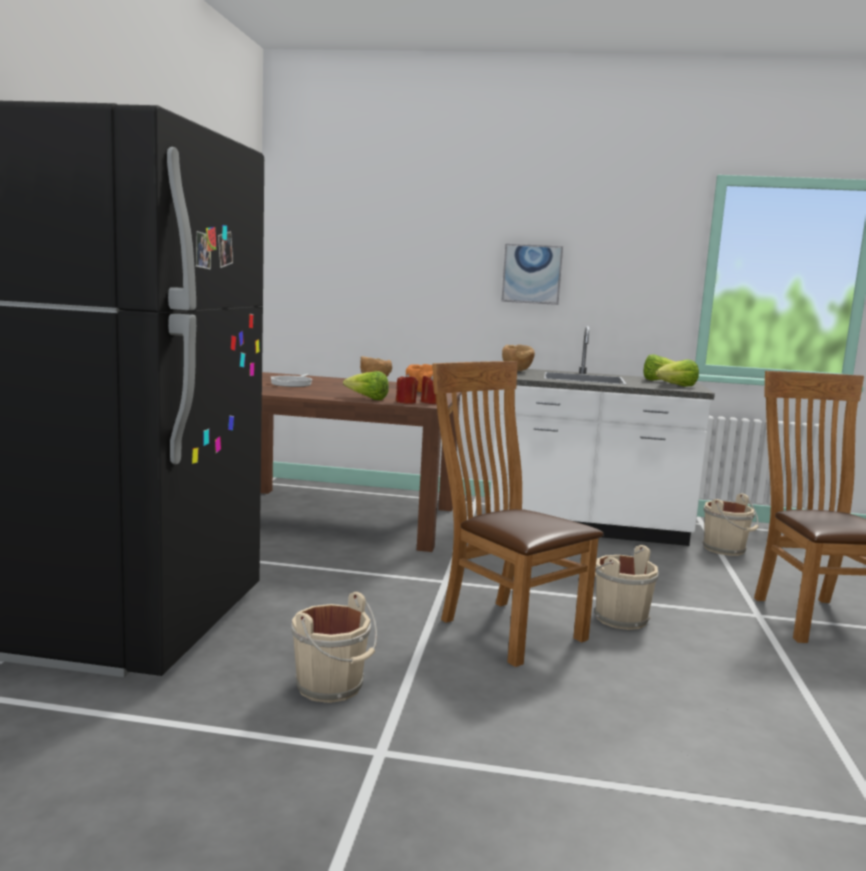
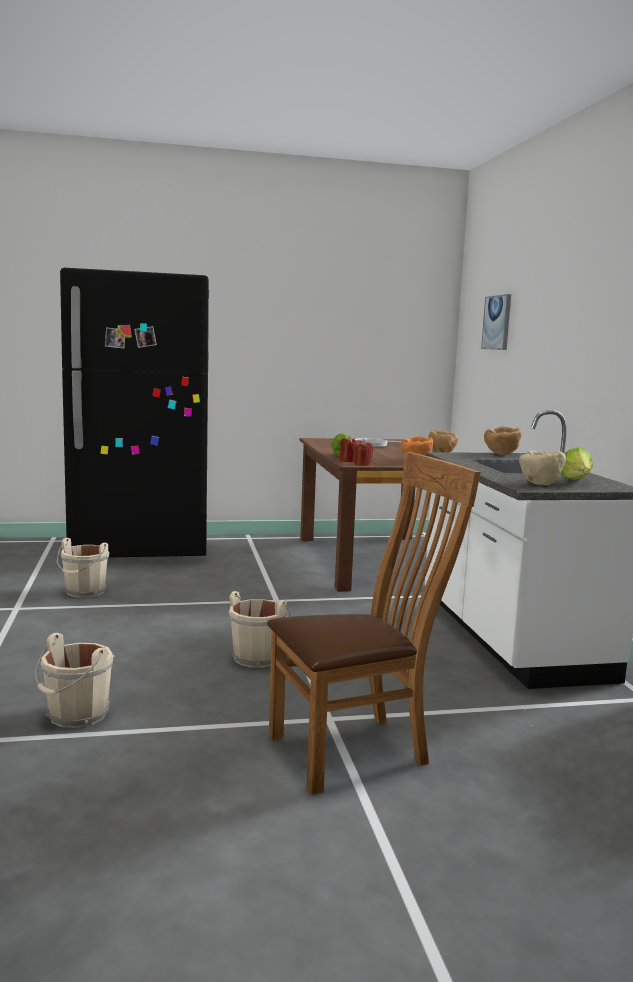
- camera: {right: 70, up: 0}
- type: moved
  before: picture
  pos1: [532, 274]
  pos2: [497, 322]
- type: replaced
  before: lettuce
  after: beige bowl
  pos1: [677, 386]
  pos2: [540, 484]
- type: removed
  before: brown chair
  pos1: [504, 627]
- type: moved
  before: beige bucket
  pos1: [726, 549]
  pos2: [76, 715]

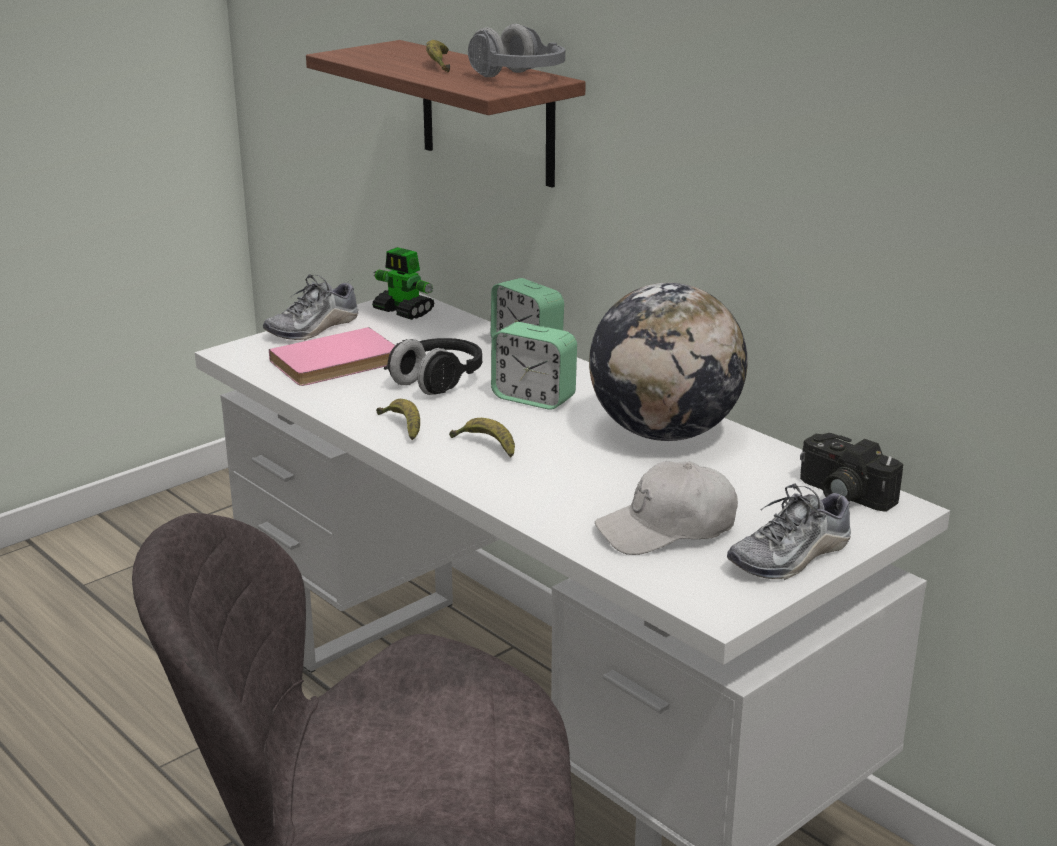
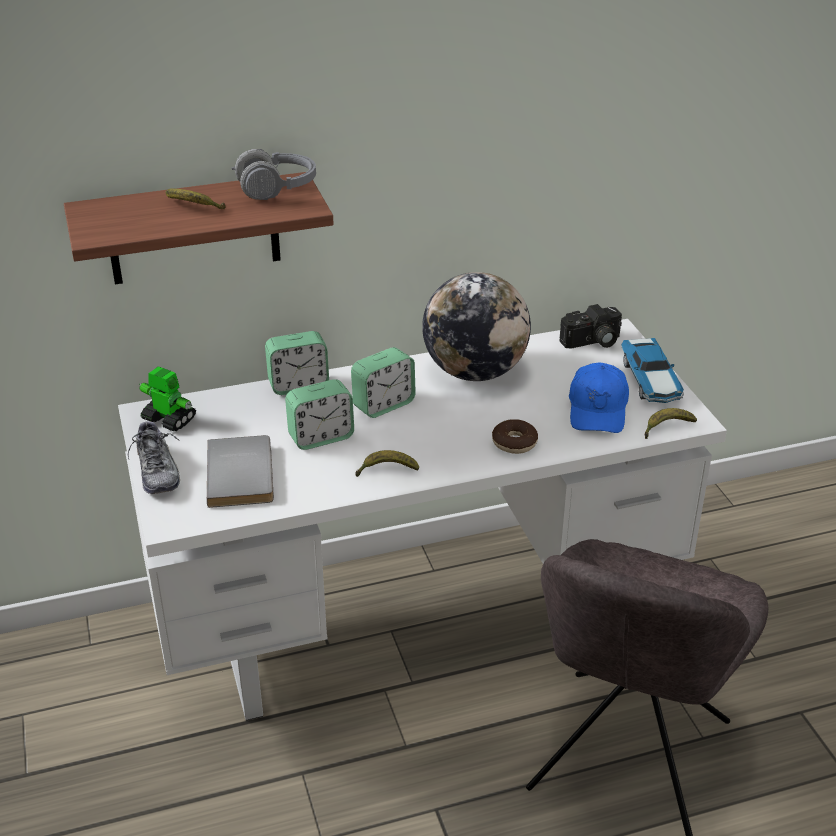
- camera: {right: -65, up: 10}
- type: turned
  before: toy robot
  pos1: [404, 312]
  pos2: [168, 419]
  turn: -120
- type: recoloured
  before: pink book
  after: grey book
  pos1: [337, 363]
  pos2: [243, 474]
- type: replaced
  before: black headphones
  after: alarm clock
  pos1: [437, 382]
  pos2: [321, 437]
- type: moved
  before: banana
  pos1: [486, 446]
  pos2: [666, 428]
- type: recoloured
  before: white cap
  after: blue cap
  pos1: [667, 529]
  pos2: [598, 409]
- type: replaced
  before: shoe
  after: toy car
  pos1: [791, 556]
  pos2: [651, 381]
- type: added
  after: donut
  pos2: [514, 443]

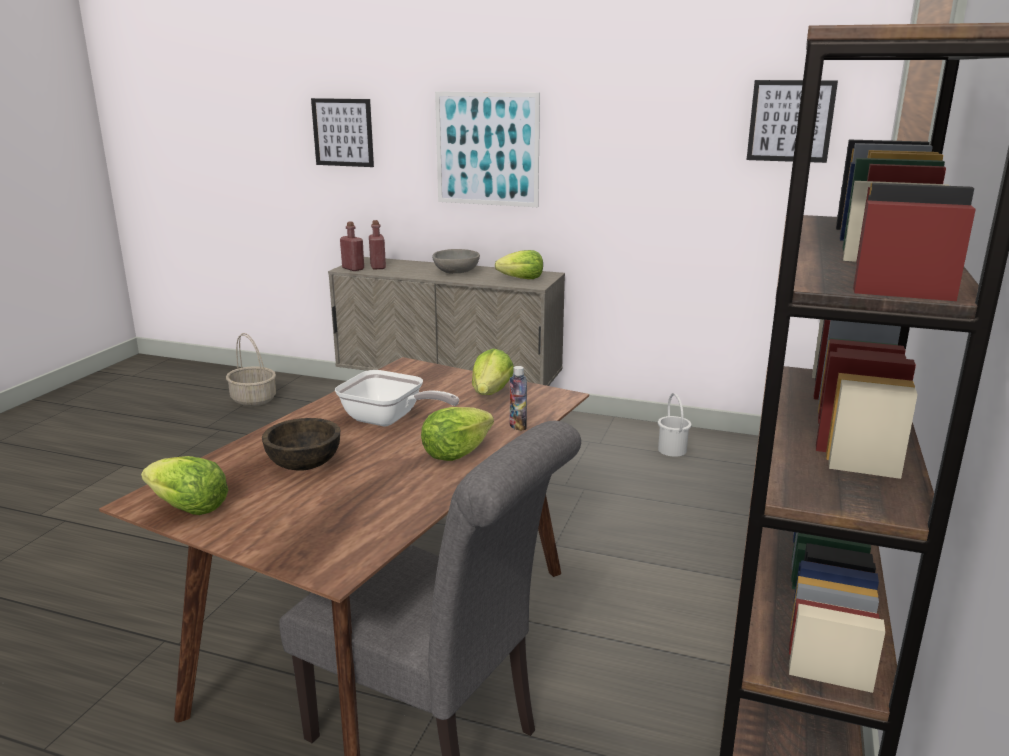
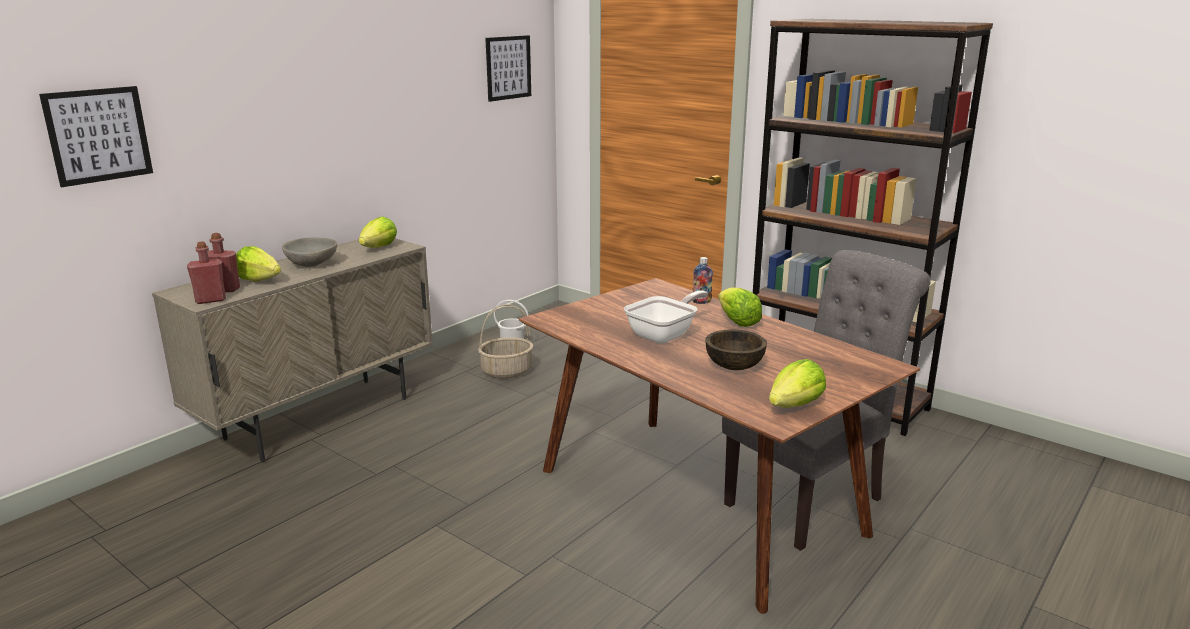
- camera: {right: -70, up: 0}
- type: removed
  before: picture
  pos1: [487, 149]
- type: moved
  before: basket
  pos1: [254, 399]
  pos2: [507, 371]
- type: moved
  before: lettuce
  pos1: [491, 393]
  pos2: [259, 280]

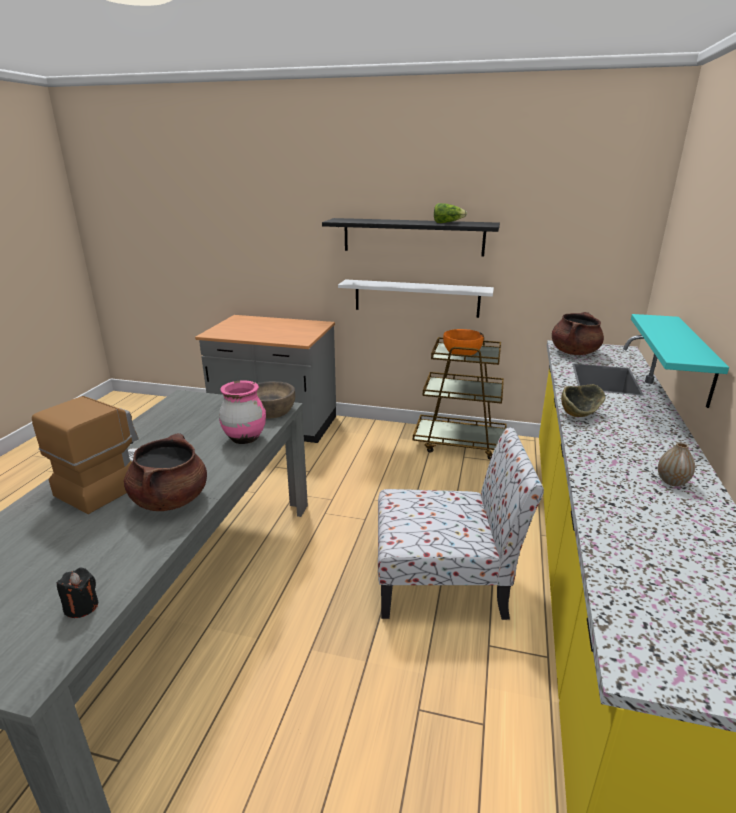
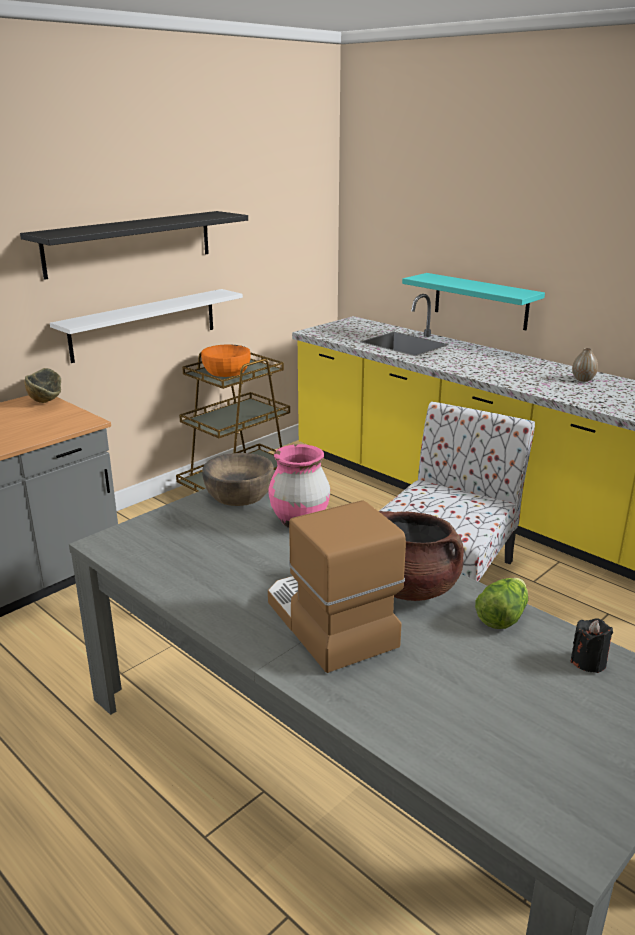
- camera: {right: -60, up: 0}
- type: moved
  before: lettuce
  pos1: [447, 223]
  pos2: [501, 616]
- type: removed
  before: brown cooking pot
  pos1: [574, 352]
- type: moved
  before: bowl
  pos1: [579, 415]
  pos2: [46, 400]

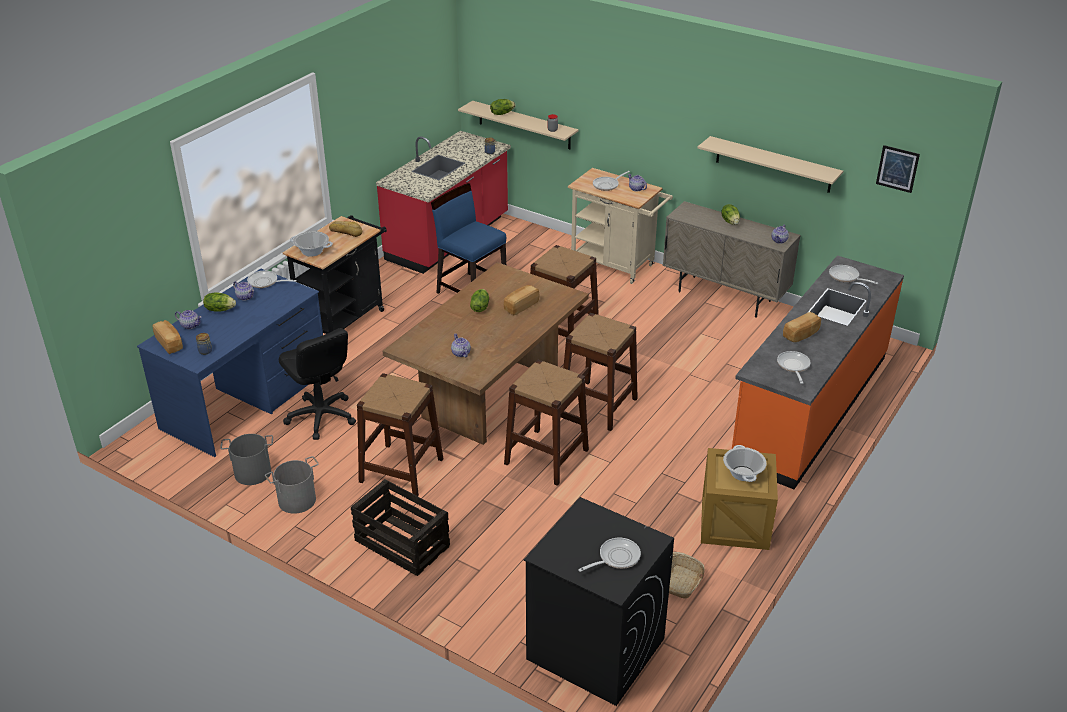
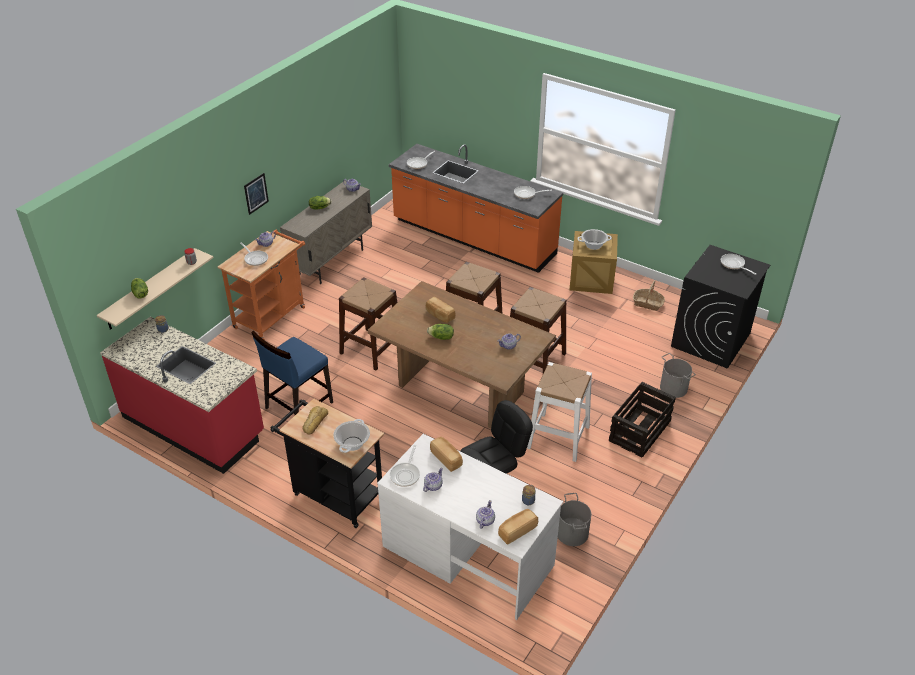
- camera: {right: -90, up: 5}
- type: removed
  before: beige shelf
  pos1: [773, 164]
- type: moved
  before: picture
  pos1: [897, 168]
  pos2: [256, 193]
- type: recoloured
  before: beige cart
  after: orange cart
  pos1: [617, 266]
  pos2: [272, 315]
- type: recoloured
  before: blue desk
  after: white desk
  pos1: [246, 399]
  pos2: [468, 555]
- type: removed
  before: lettuce
  pos1: [220, 309]
- type: moved
  before: bread
  pos1: [801, 334]
  pos2: [446, 459]
- type: recoloured
  before: brown stool
  after: white stool
  pos1: [401, 470]
  pos2: [558, 437]
- type: moved
  before: grey bucket
  pos1: [296, 500]
  pos2: [673, 388]

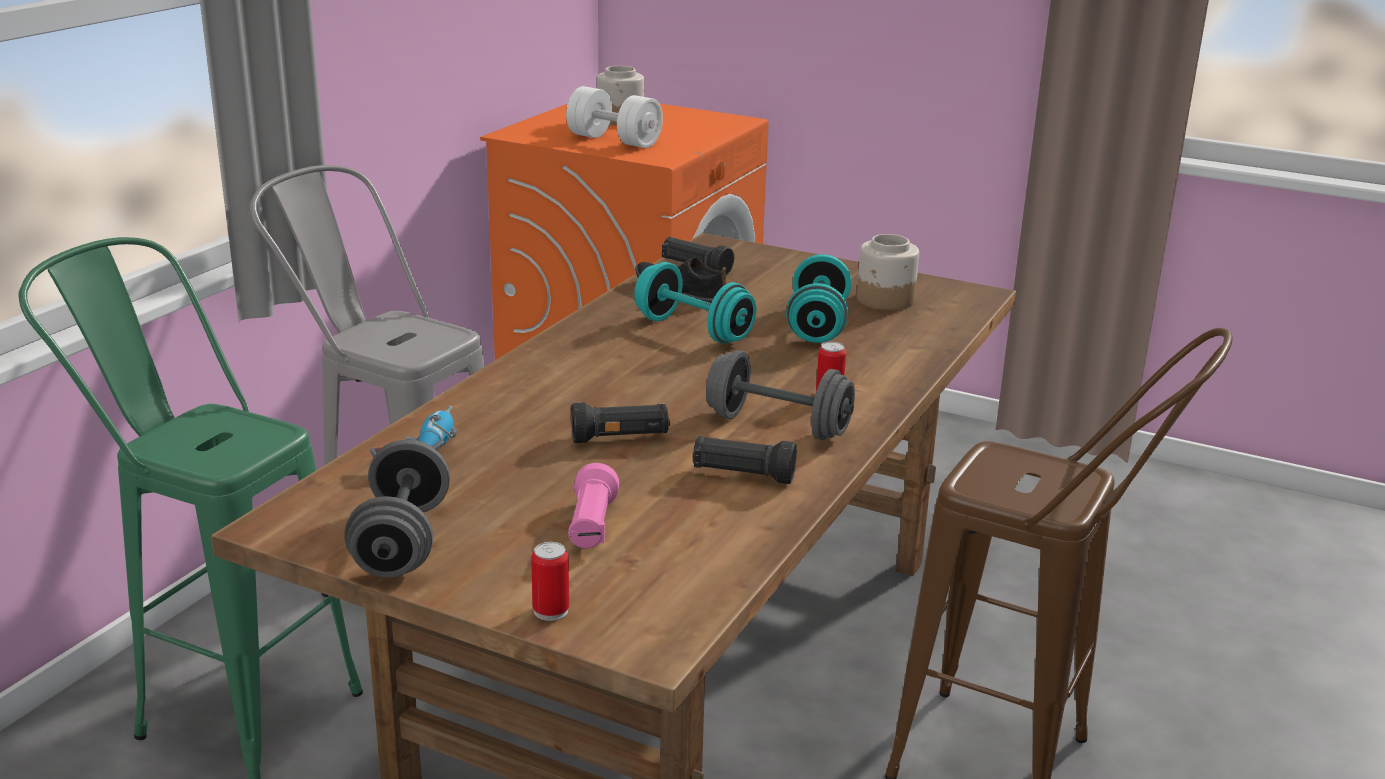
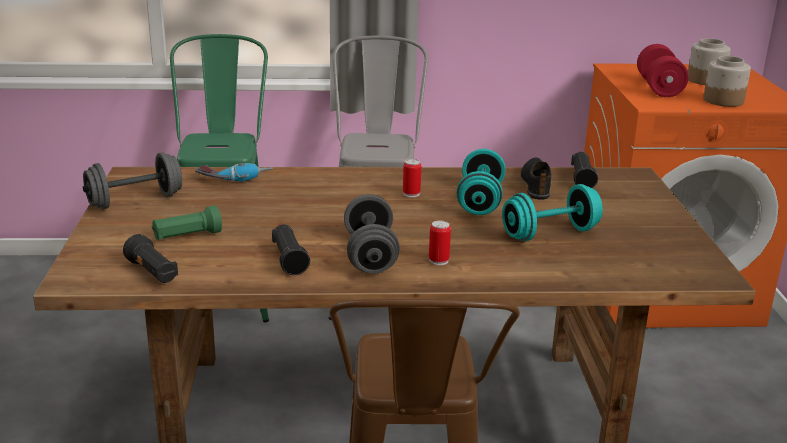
- camera: {right: 60, up: 0}
- type: recoloured
  before: white dumbbell
  after: red dumbbell
  pos1: [614, 140]
  pos2: [659, 88]
- type: moved
  before: jar
  pos1: [885, 300]
  pos2: [723, 101]
- type: moved
  before: black flashlight
  pos1: [620, 438]
  pos2: [152, 273]
- type: recoloured
  before: pink flashlight
  after: green flashlight
  pos1: [591, 527]
  pos2: [187, 236]
- type: moved
  before: can
  pos1: [551, 611]
  pos2: [411, 194]

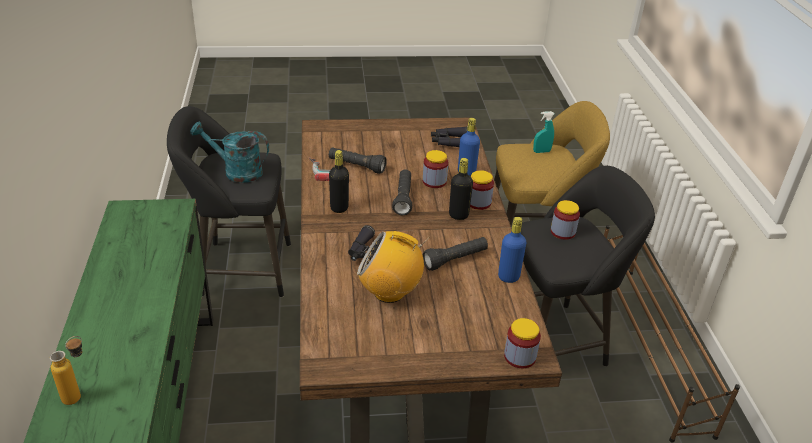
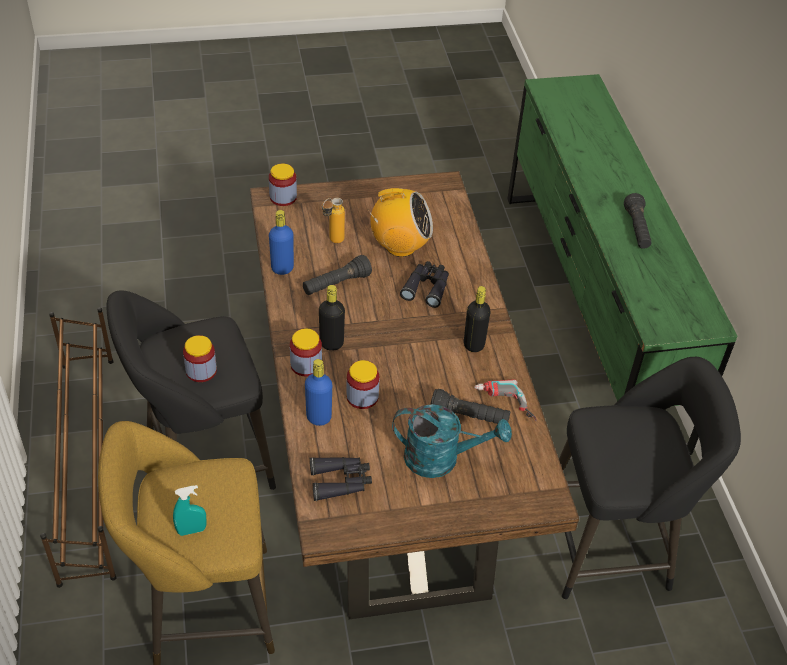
- camera: {right: 175, up: 10}
- type: moved
  before: turquoise watering can
  pos1: [236, 171]
  pos2: [441, 459]
- type: moved
  before: black flashlight
  pos1: [403, 198]
  pos2: [637, 229]
- type: moved
  before: bottle
  pos1: [79, 394]
  pos2: [332, 242]

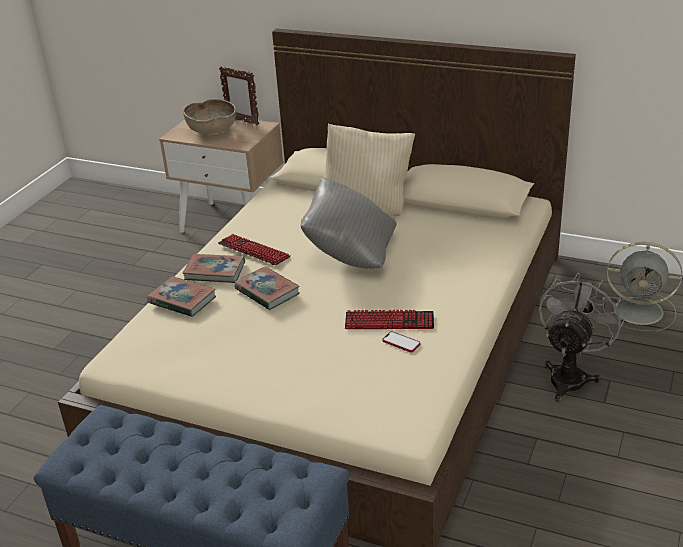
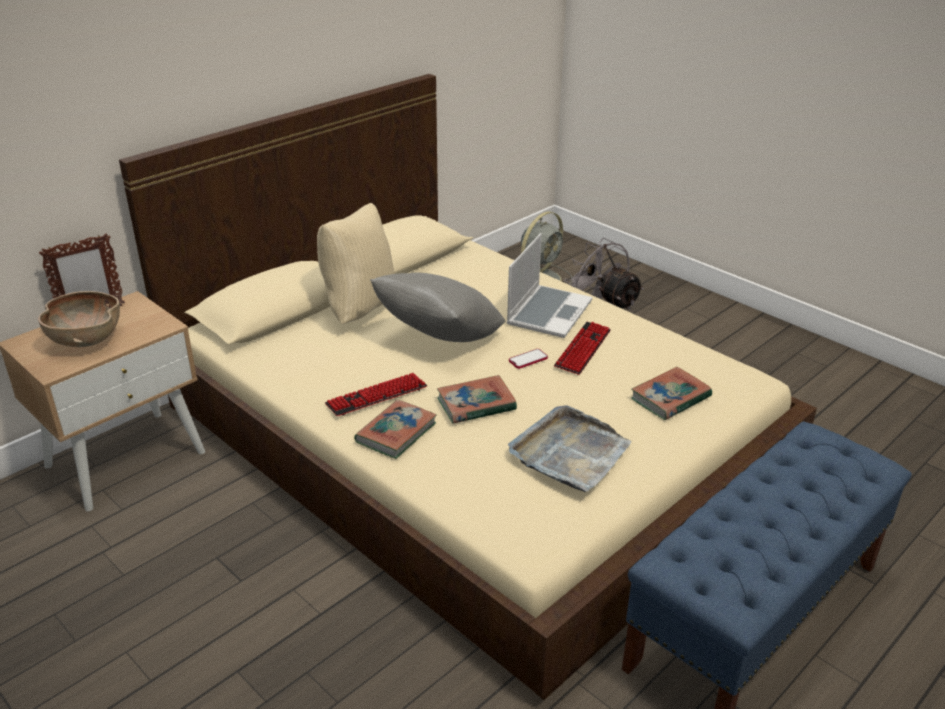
- camera: {right: -70, up: 0}
- type: moved
  before: book
  pos1: [182, 300]
  pos2: [670, 398]
- type: moved
  before: phone
  pos1: [401, 343]
  pos2: [528, 360]
- type: added
  after: laptop
  pos2: [548, 312]
- type: added
  after: grey tray
  pos2: [569, 452]

